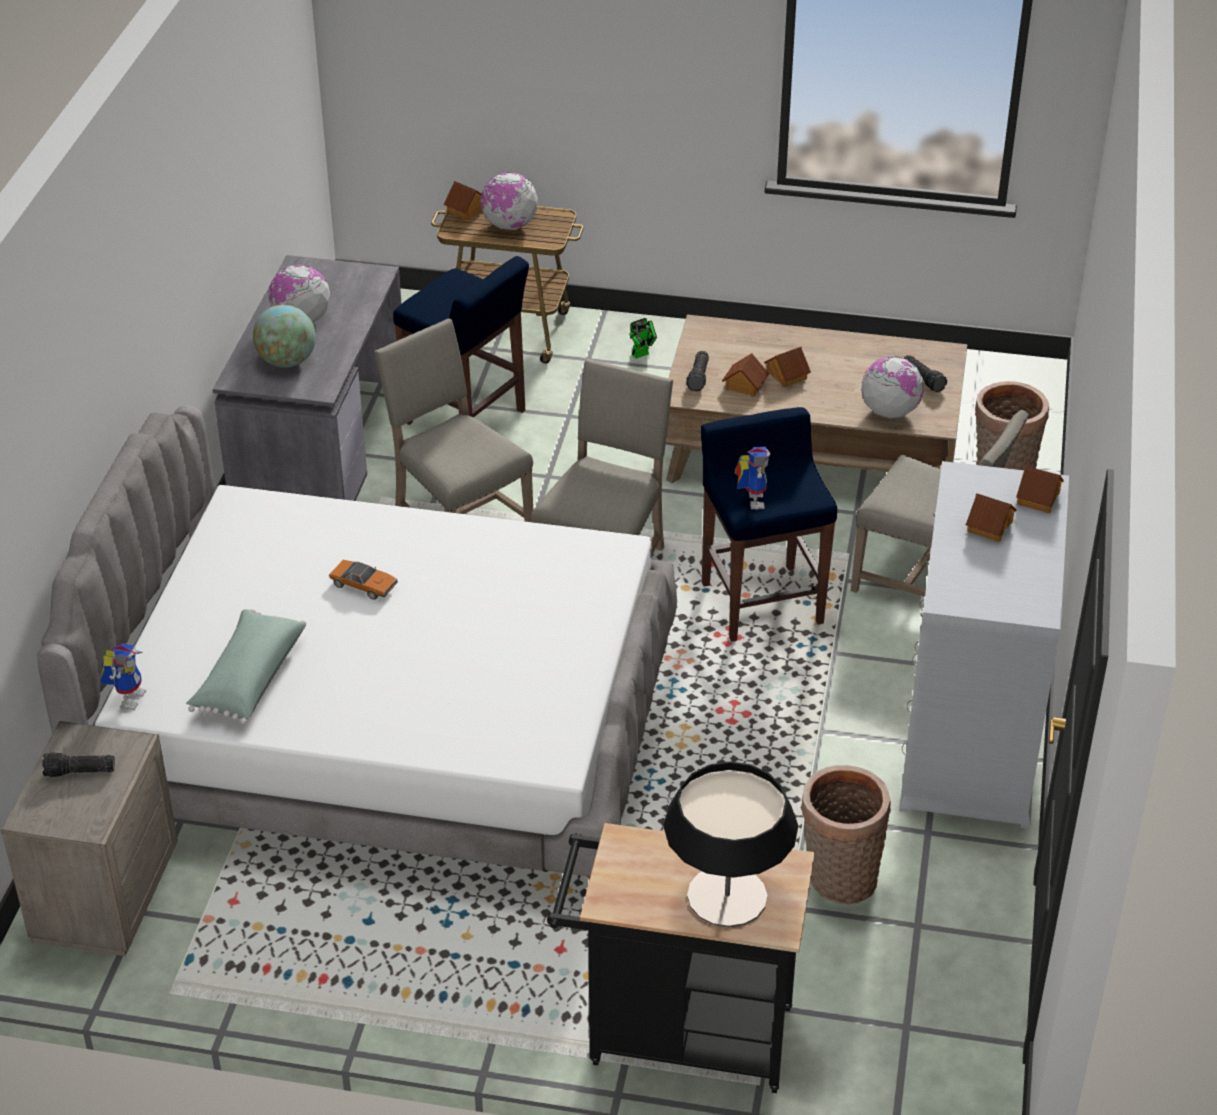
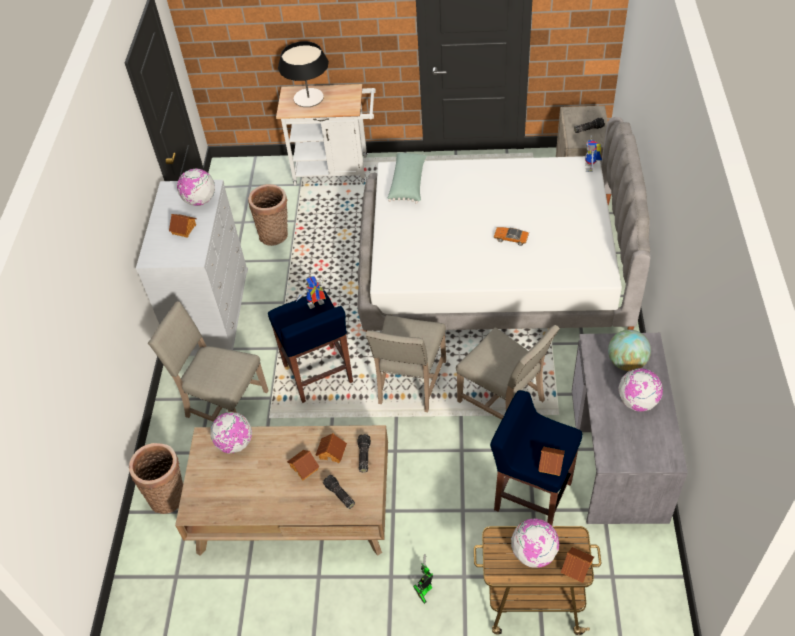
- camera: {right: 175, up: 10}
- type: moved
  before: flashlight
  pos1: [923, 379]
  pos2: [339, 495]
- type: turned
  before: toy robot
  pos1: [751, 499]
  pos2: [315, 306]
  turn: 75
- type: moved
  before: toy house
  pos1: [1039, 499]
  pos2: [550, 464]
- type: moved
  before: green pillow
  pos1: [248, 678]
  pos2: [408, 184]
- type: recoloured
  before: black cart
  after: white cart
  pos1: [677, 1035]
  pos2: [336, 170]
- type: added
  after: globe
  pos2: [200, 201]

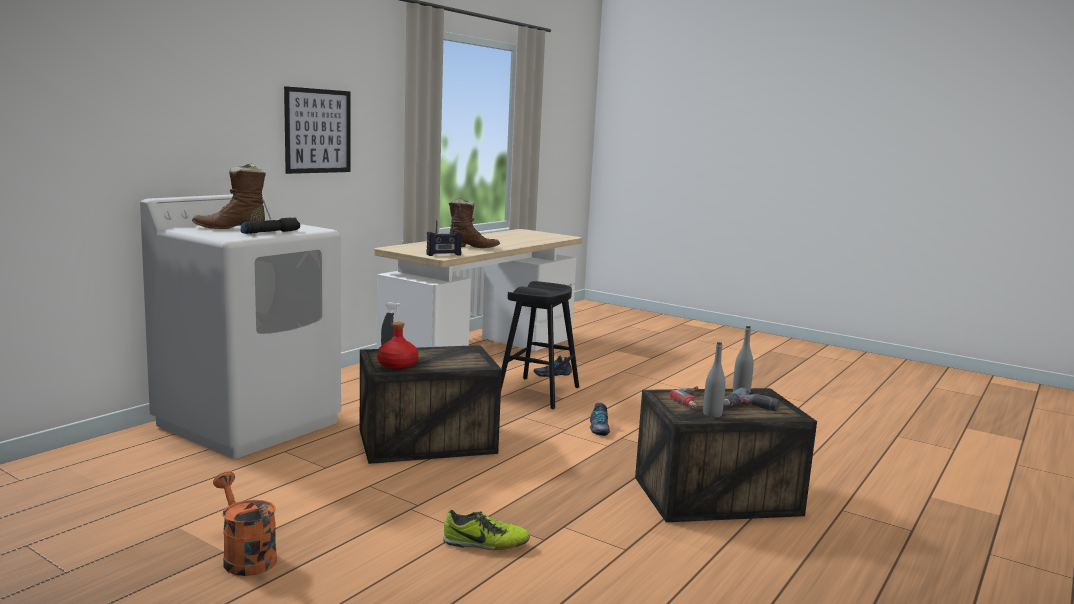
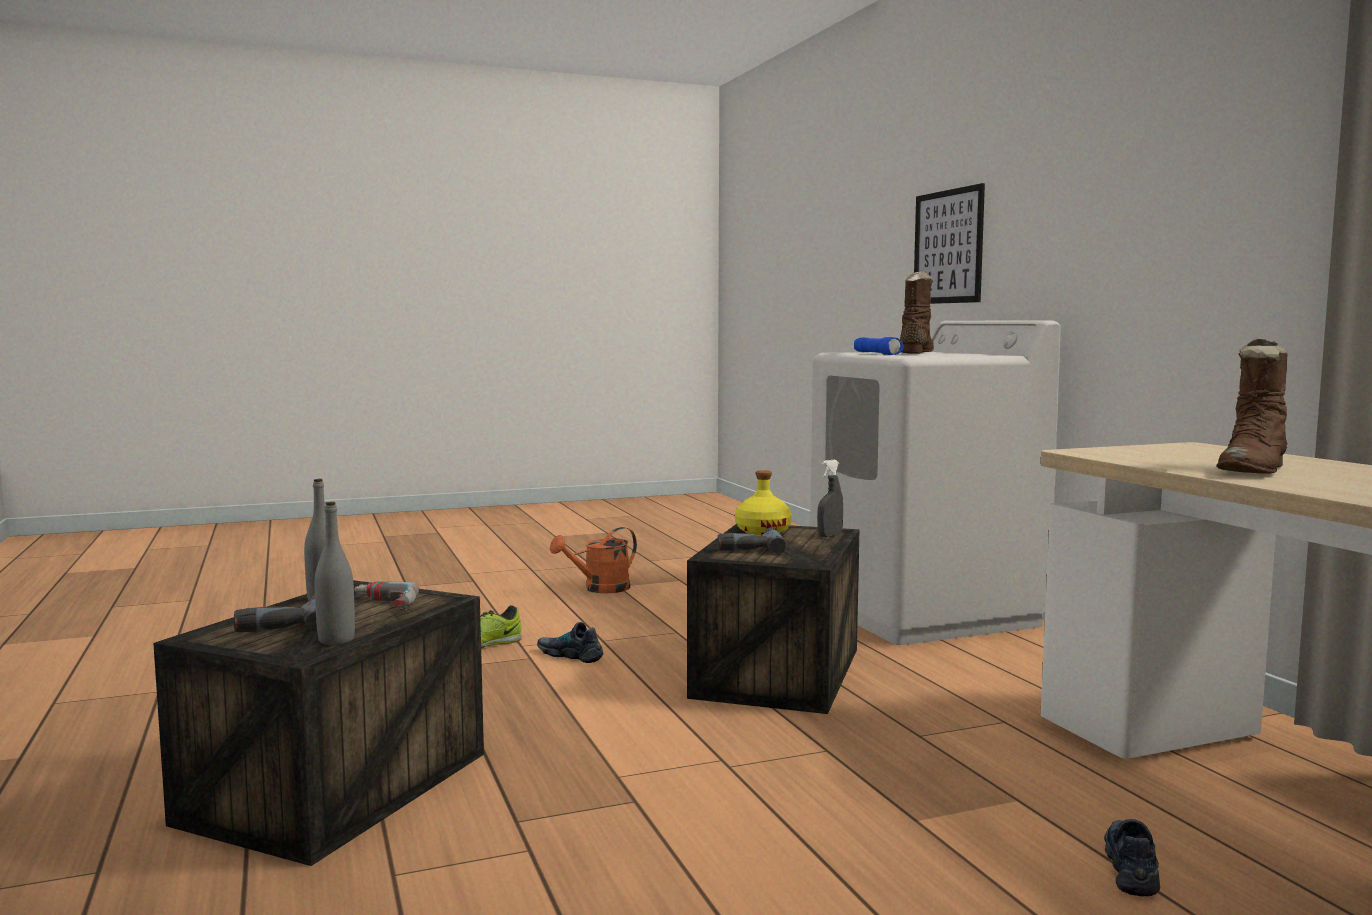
- camera: {right: 125, up: -5}
- type: moved
  before: picture
  pos1: [318, 131]
  pos2: [948, 247]
- type: recoloured
  before: black flashlight
  after: blue flashlight
  pos1: [270, 232]
  pos2: [877, 354]
- type: removed
  before: radio
  pos1: [444, 255]
- type: removed
  before: black stool
  pos1: [538, 393]
- type: recoloured
  before: red bottle
  after: yellow bottle
  pos1: [397, 365]
  pos2: [762, 531]
- type: moved
  before: shoe
  pos1: [598, 428]
  pos2: [570, 655]
- type: turned
  before: orange watering can
  pos1: [245, 556]
  pos2: [600, 589]
  turn: 150
- type: added
  after: power drill
  pos2: [750, 548]

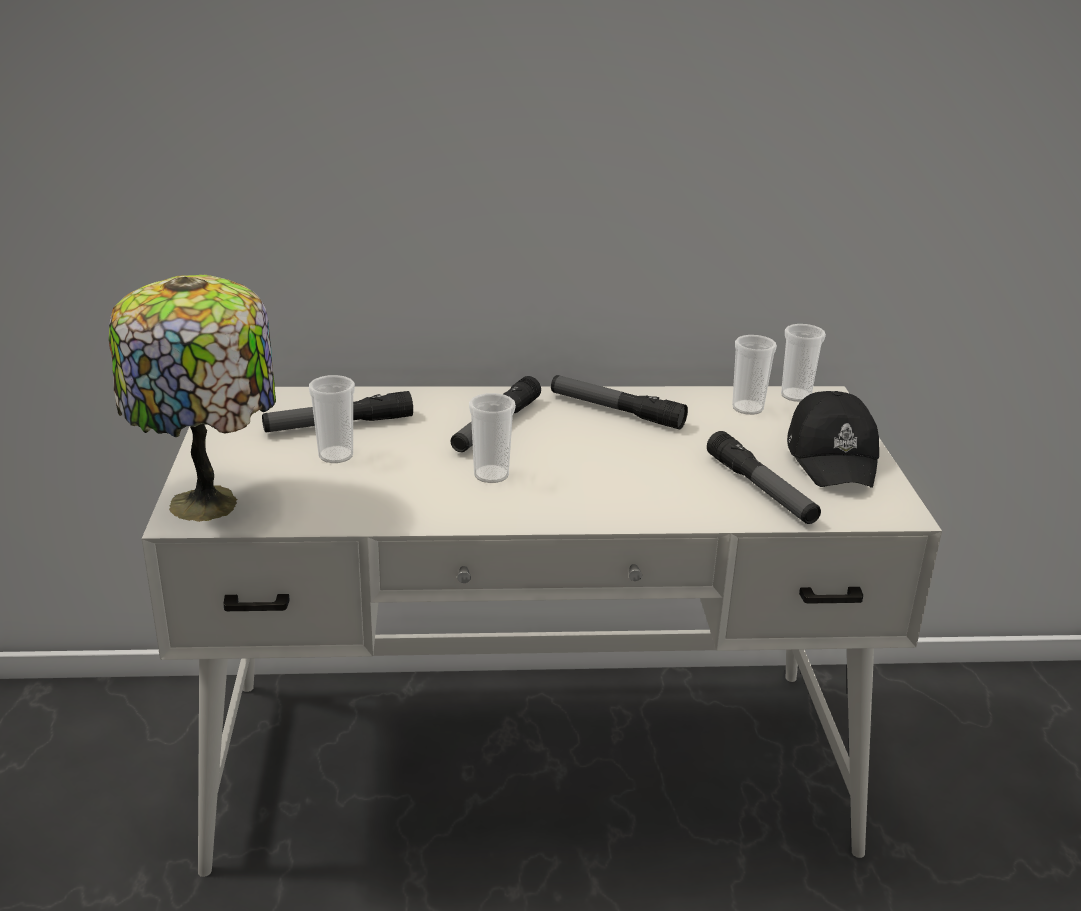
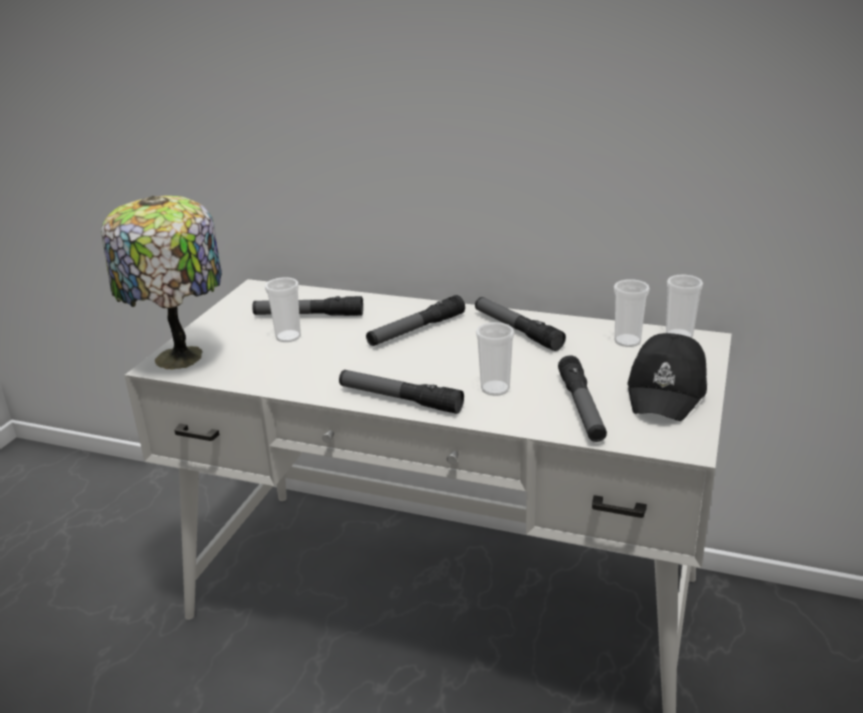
- camera: {right: 25, up: 0}
- type: moved
  before: cup
  pos1: [491, 475]
  pos2: [495, 389]
- type: added
  after: flashlight
  pos2: [400, 399]

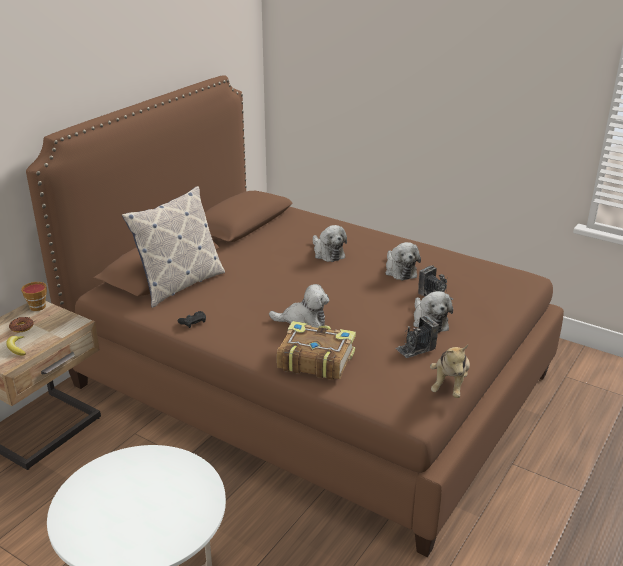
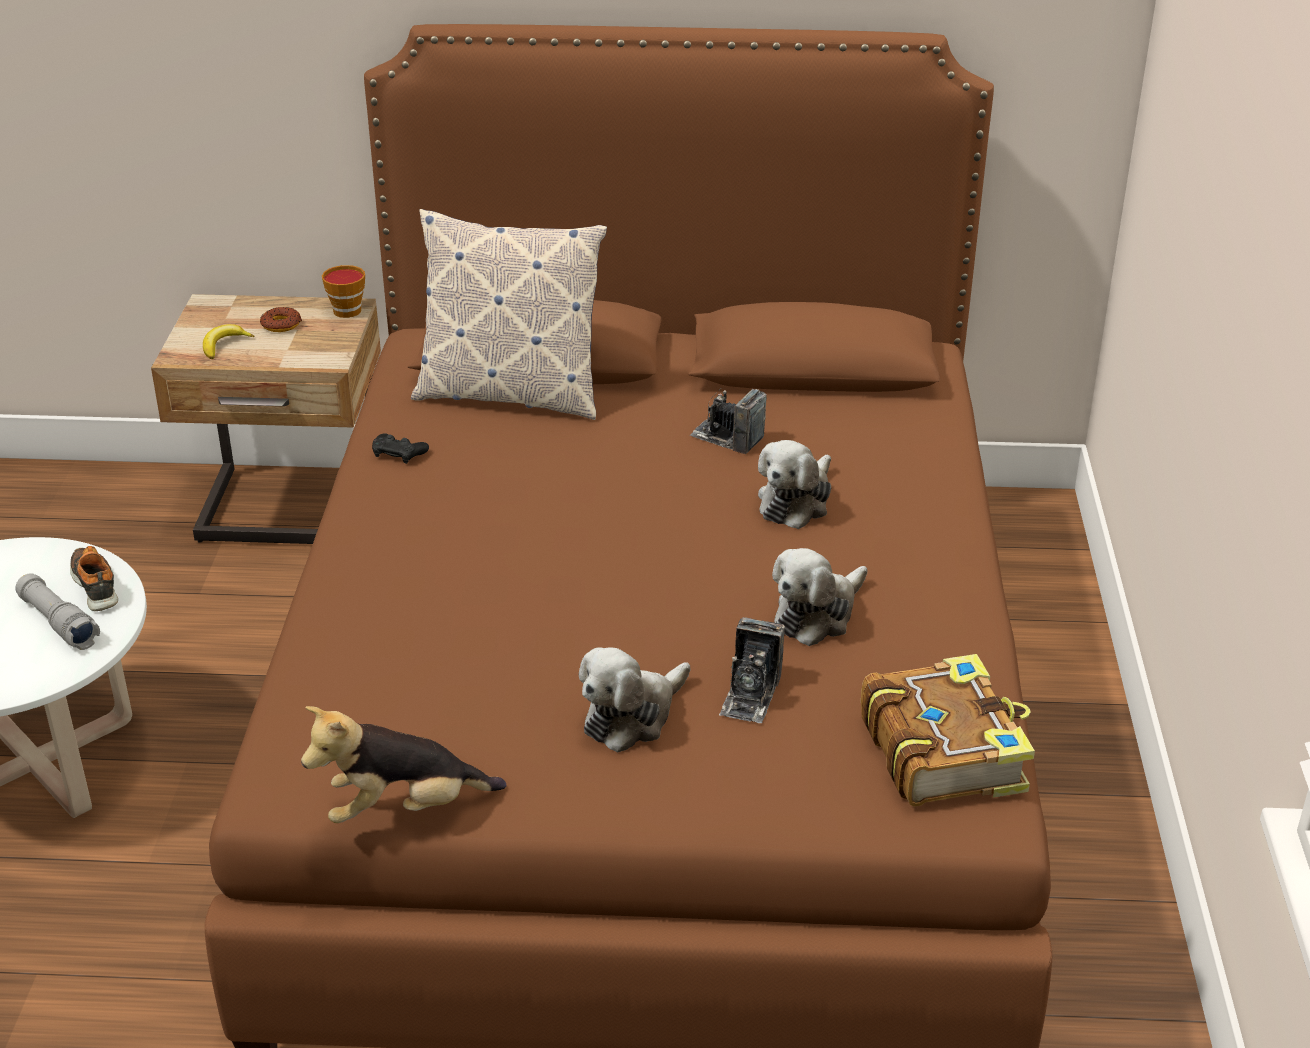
- camera: {right: 60, up: 5}
- type: removed
  before: plush toy
  pos1: [303, 321]
- type: moved
  before: photo camera
  pos1: [416, 348]
  pos2: [727, 437]
- type: moved
  before: book
  pos1: [315, 360]
  pos2: [943, 750]
- type: added
  after: shoe
  pos2: [96, 586]
- type: added
  after: grey flashlight
  pos2: [59, 623]

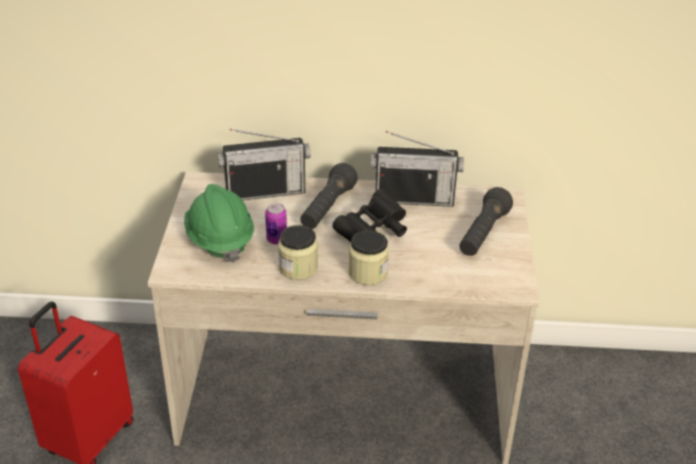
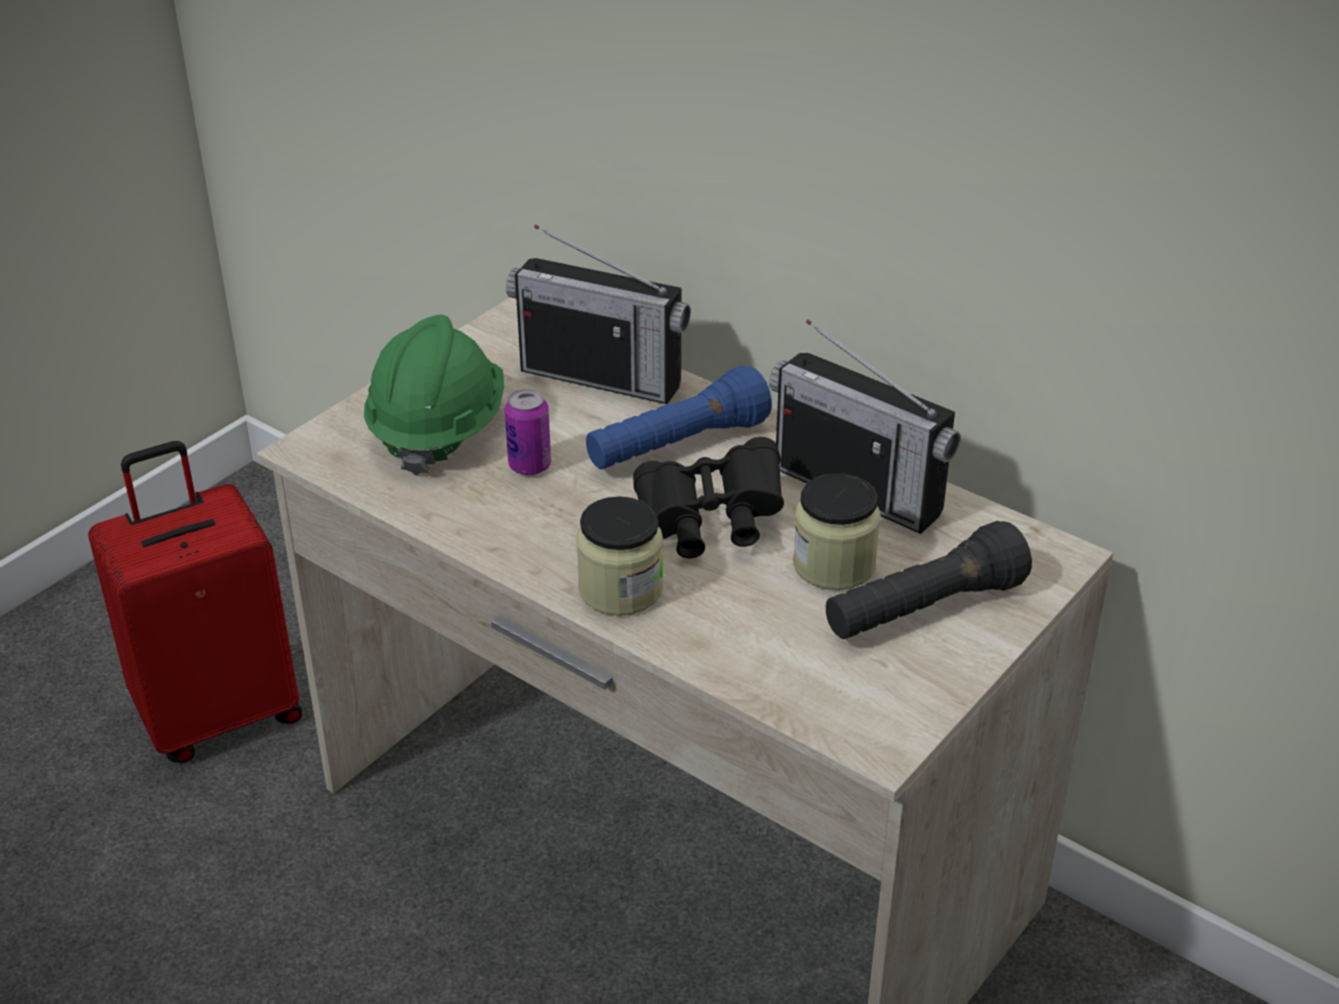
- camera: {right: 35, up: 0}
- type: recoloured
  before: black flashlight
  after: blue flashlight
  pos1: [327, 208]
  pos2: [677, 446]
- type: moved
  before: jar
  pos1: [298, 268]
  pos2: [834, 565]

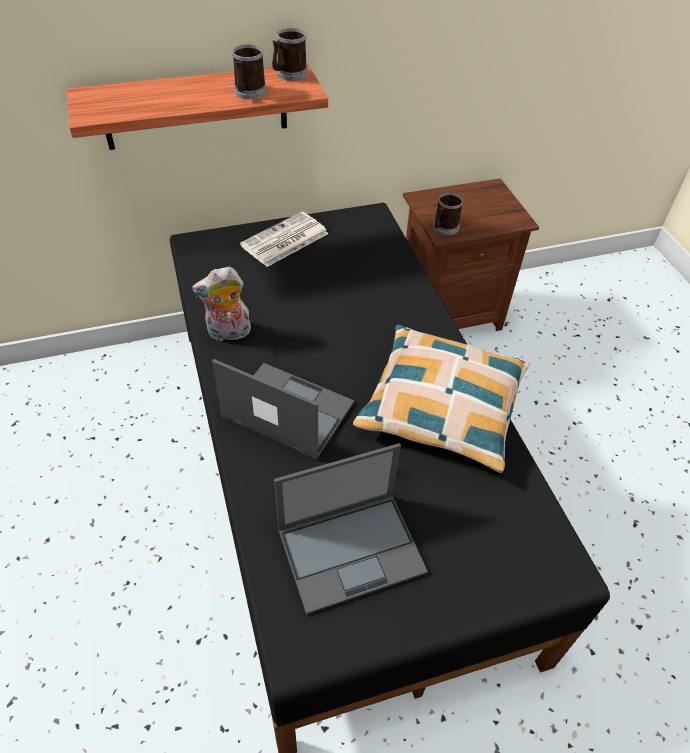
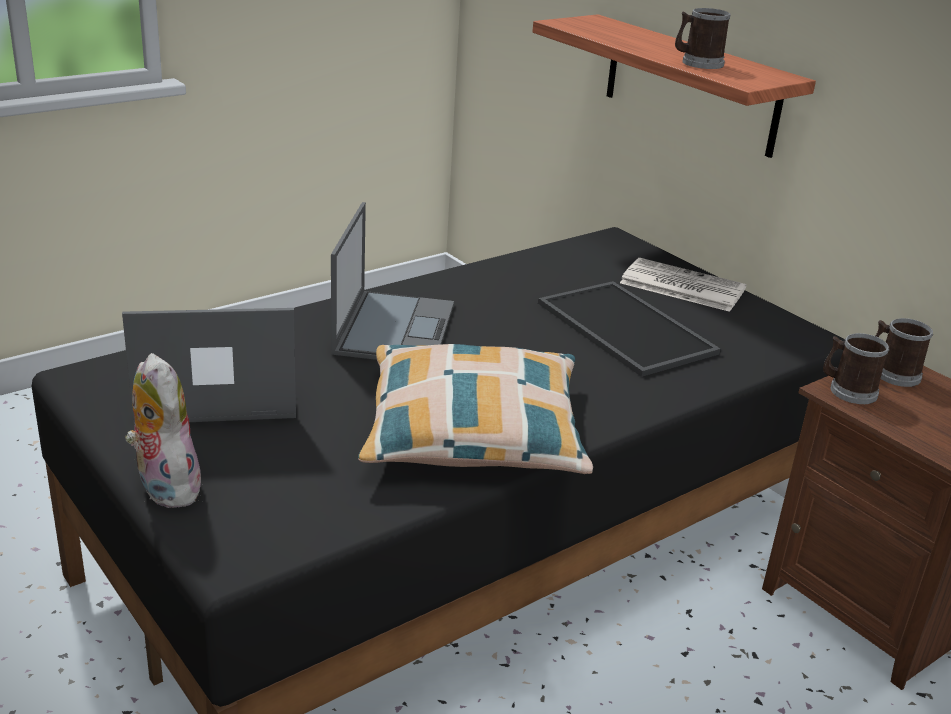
- camera: {right: 70, up: -20}
- type: moved
  before: mug
  pos1: [289, 74]
  pos2: [892, 373]
- type: moved
  before: plush toy
  pos1: [228, 334]
  pos2: [164, 487]
- type: turned
  before: laptop
  pos1: [352, 550]
  pos2: [215, 392]
  turn: 120
- type: added
  after: tray
  pos2: [622, 327]

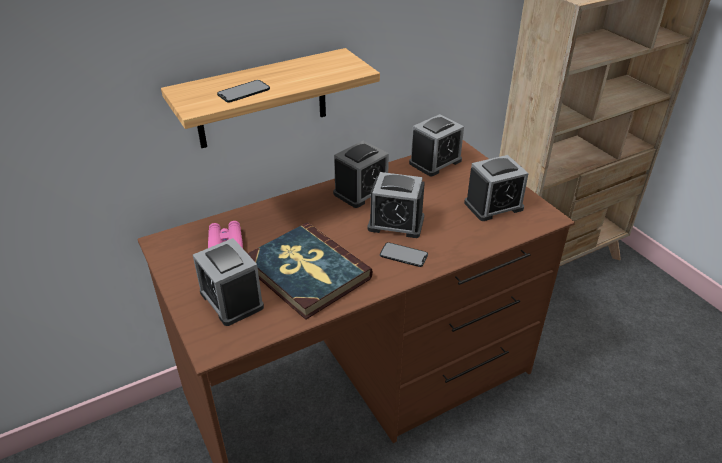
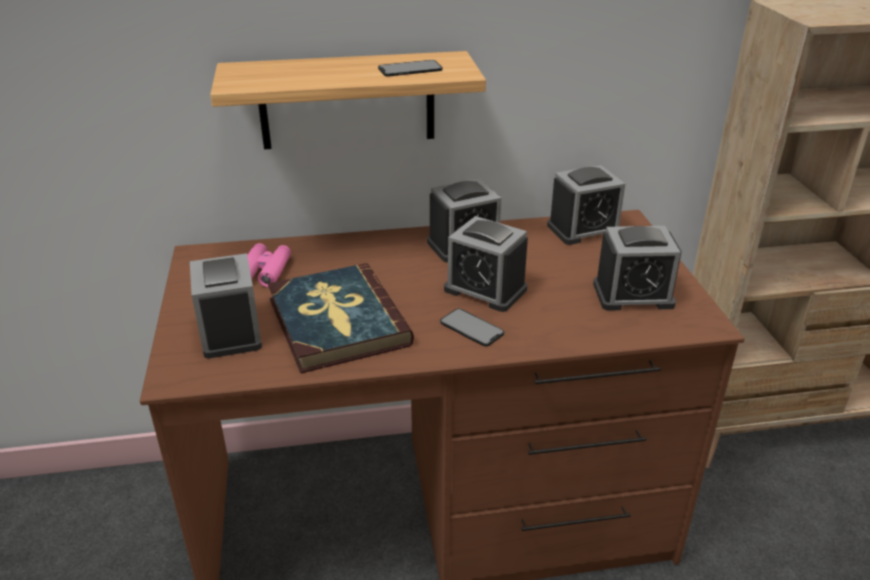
- camera: {right: 20, up: -5}
- type: moved
  before: phone
  pos1: [243, 91]
  pos2: [410, 69]

